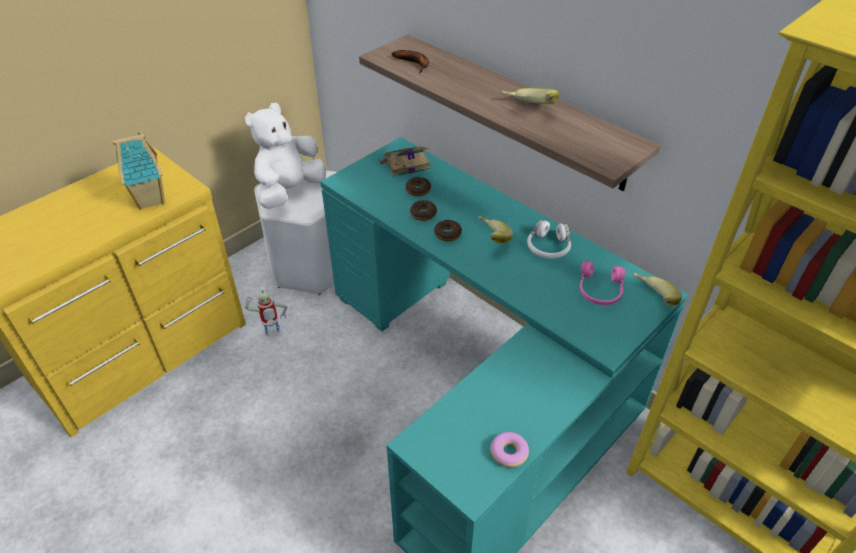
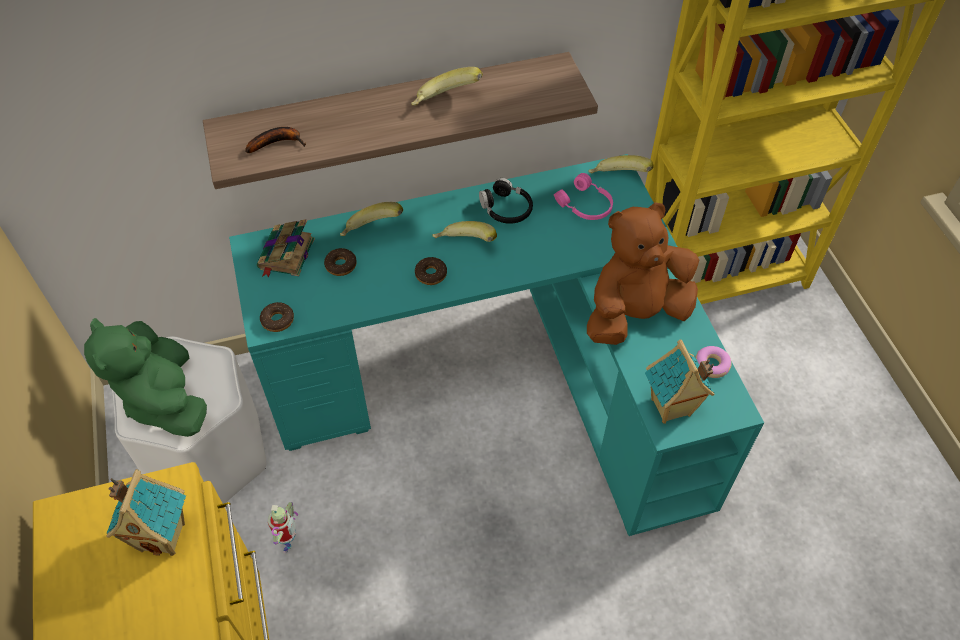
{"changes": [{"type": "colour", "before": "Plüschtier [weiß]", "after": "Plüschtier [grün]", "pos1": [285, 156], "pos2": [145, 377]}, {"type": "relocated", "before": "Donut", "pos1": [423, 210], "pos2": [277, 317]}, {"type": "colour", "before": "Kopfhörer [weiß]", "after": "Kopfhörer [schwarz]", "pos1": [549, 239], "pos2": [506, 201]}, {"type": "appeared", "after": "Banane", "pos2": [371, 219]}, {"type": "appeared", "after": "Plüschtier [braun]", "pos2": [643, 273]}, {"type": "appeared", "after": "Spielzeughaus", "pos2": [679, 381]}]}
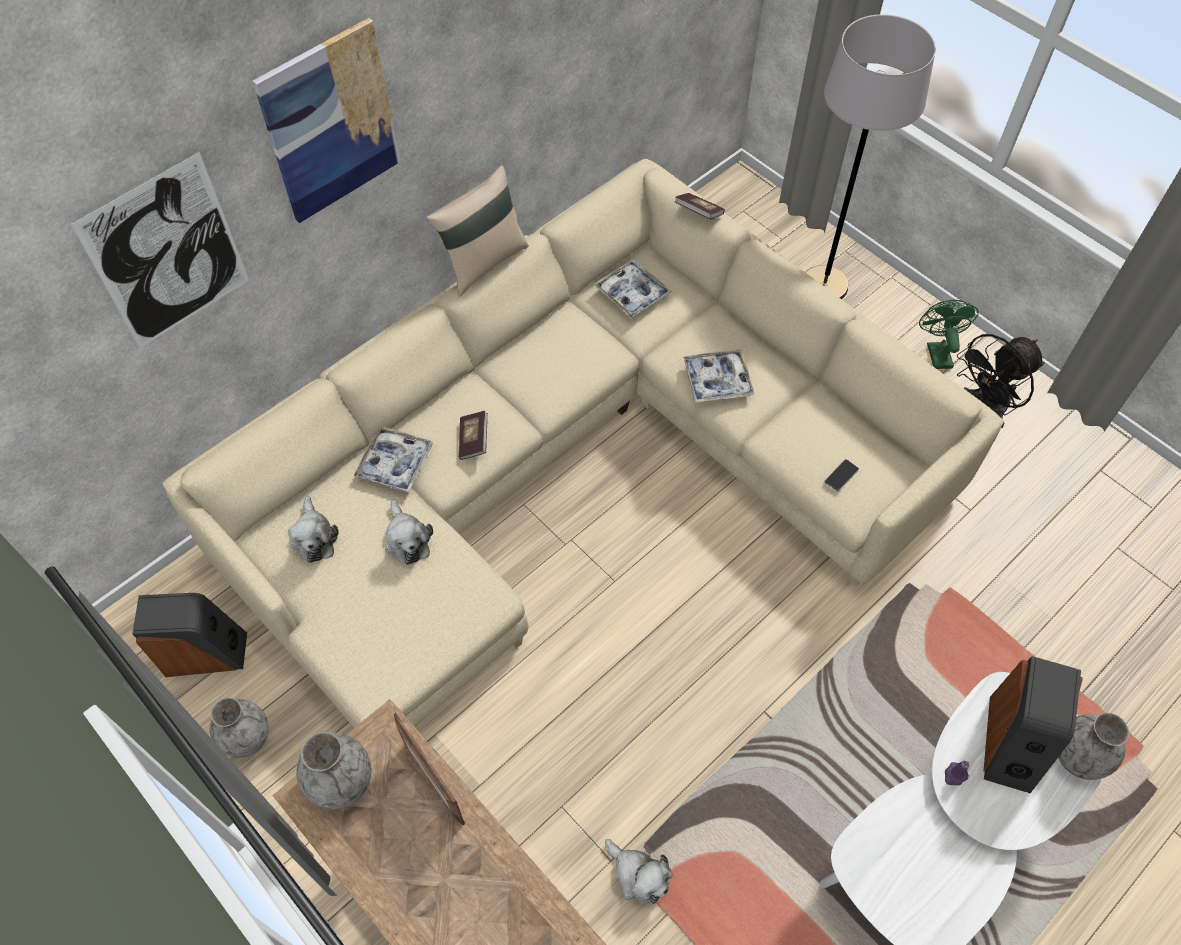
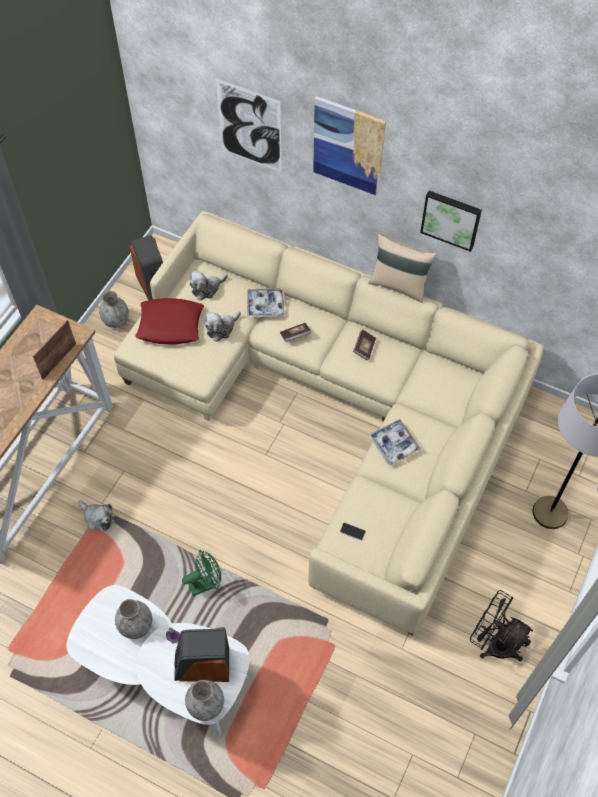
{"changes": [{"type": "relocated", "before": "Buch", "pos1": [699, 206], "pos2": [364, 344]}, {"type": "missing", "before": "Tablett", "pos1": [632, 289]}, {"type": "relocated", "before": "Ventilator [grün]", "pos1": [949, 334], "pos2": [202, 573]}, {"type": "relocated", "before": "Vase [grau]", "pos1": [333, 770], "pos2": [133, 619]}, {"type": "spun", "before": "Plüschtier", "pos1": [639, 871], "pos2": [97, 515], "turn": -75}, {"type": "appeared", "after": "Bild", "pos2": [451, 221]}, {"type": "appeared", "after": "Kissen [rot]", "pos2": [170, 321]}]}
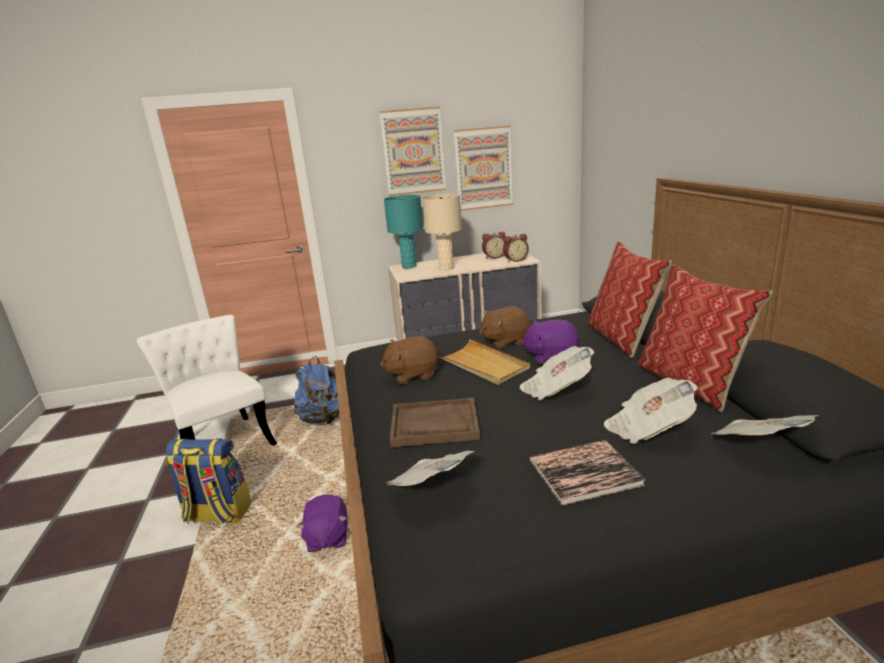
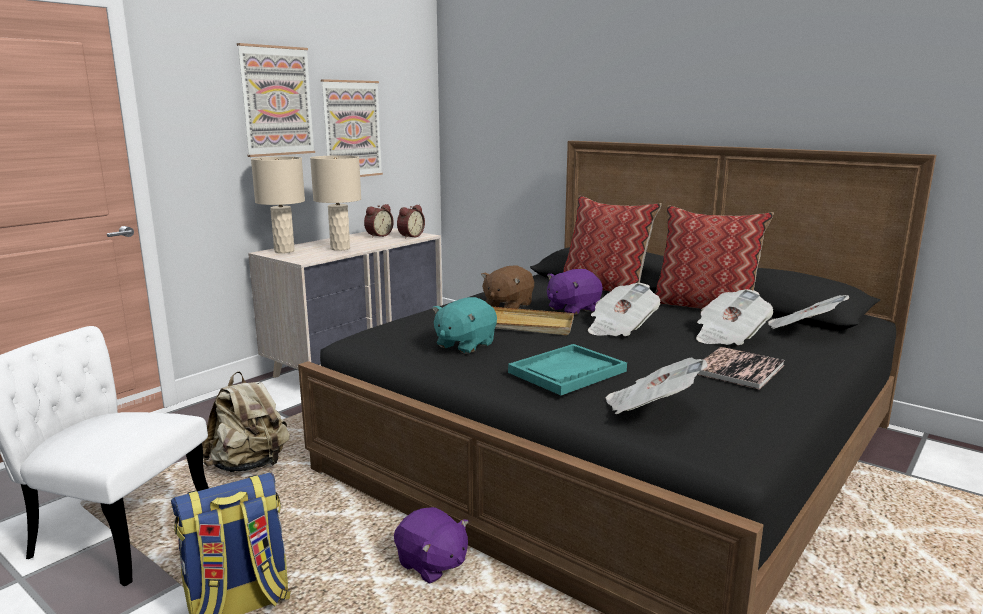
{"changes": [{"type": "colour", "before": "Tischlampe [türkis]", "after": "Tischlampe [beige]", "pos1": [403, 232], "pos2": [278, 204]}, {"type": "colour", "before": "Plüschtier [braun]", "after": "Plüschtier [türkis]", "pos1": [409, 360], "pos2": [464, 325]}, {"type": "colour", "before": "Rucksack [blau]", "after": "Rucksack [beige]", "pos1": [316, 390], "pos2": [246, 421]}, {"type": "colour", "before": "Tablett [braun]", "after": "Tablett [türkis]", "pos1": [435, 422], "pos2": [567, 369]}]}
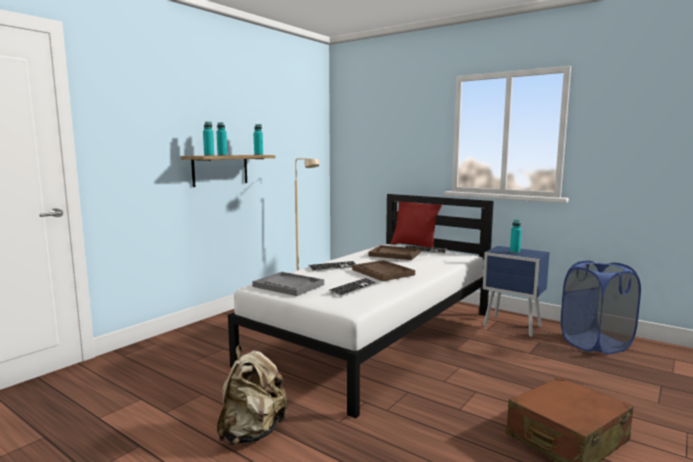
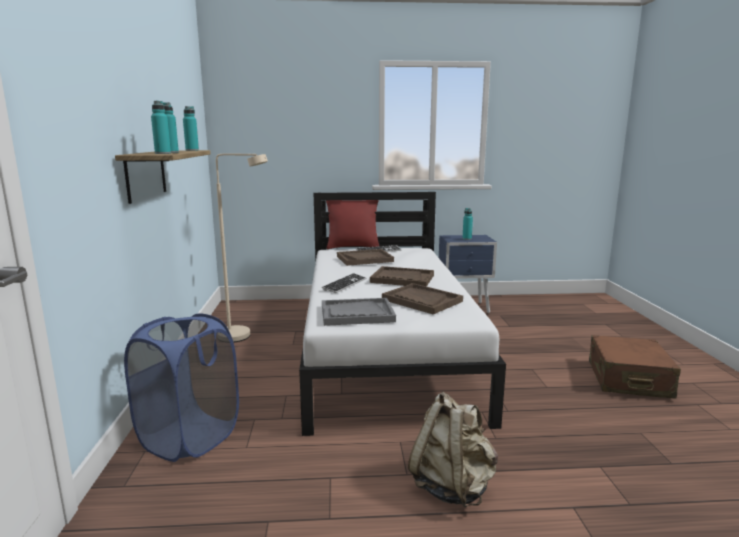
{"changes": [{"type": "relocated", "before": "Wäschekorb [blau]", "pos1": [601, 307], "pos2": [181, 387]}, {"type": "exchanged", "before": "Tastatur", "after": "Tablett [braun]", "pos1": [353, 287], "pos2": [422, 298]}]}
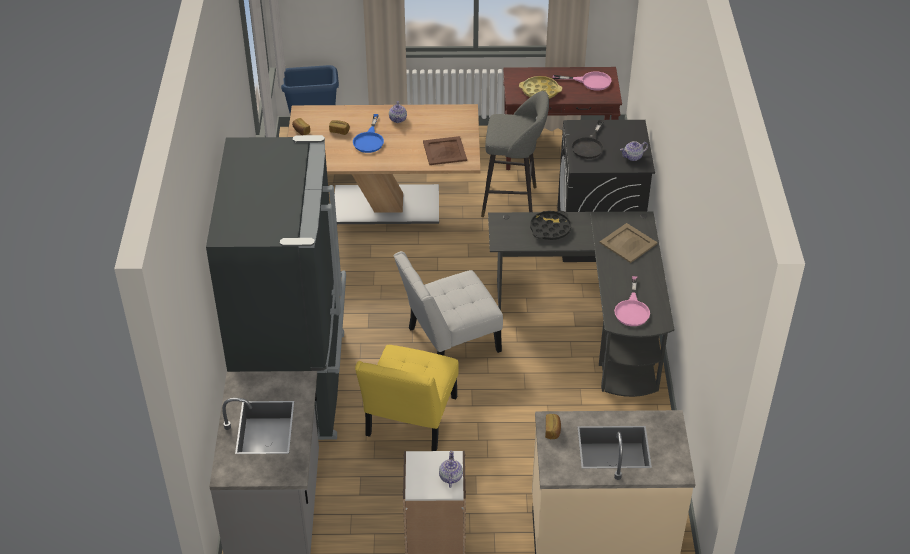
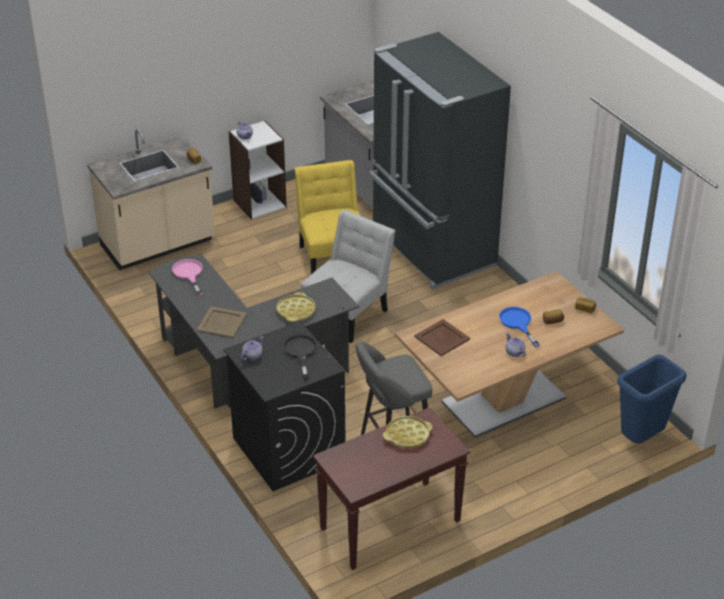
{"changes": [{"type": "missing", "before": "Pfanne [rosa]", "pos1": [582, 81]}, {"type": "colour", "before": "Tablett [schwarz]", "after": "Tablett [gelb]", "pos1": [550, 225], "pos2": [296, 307]}]}
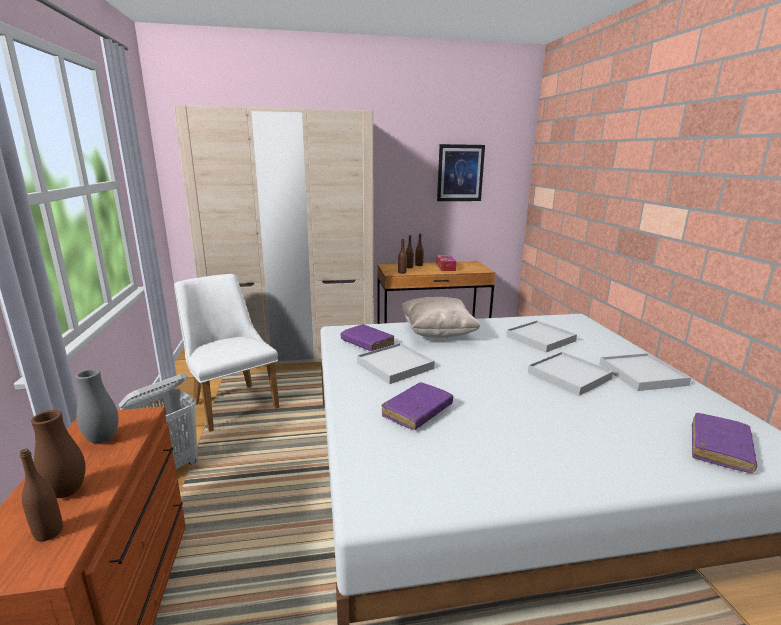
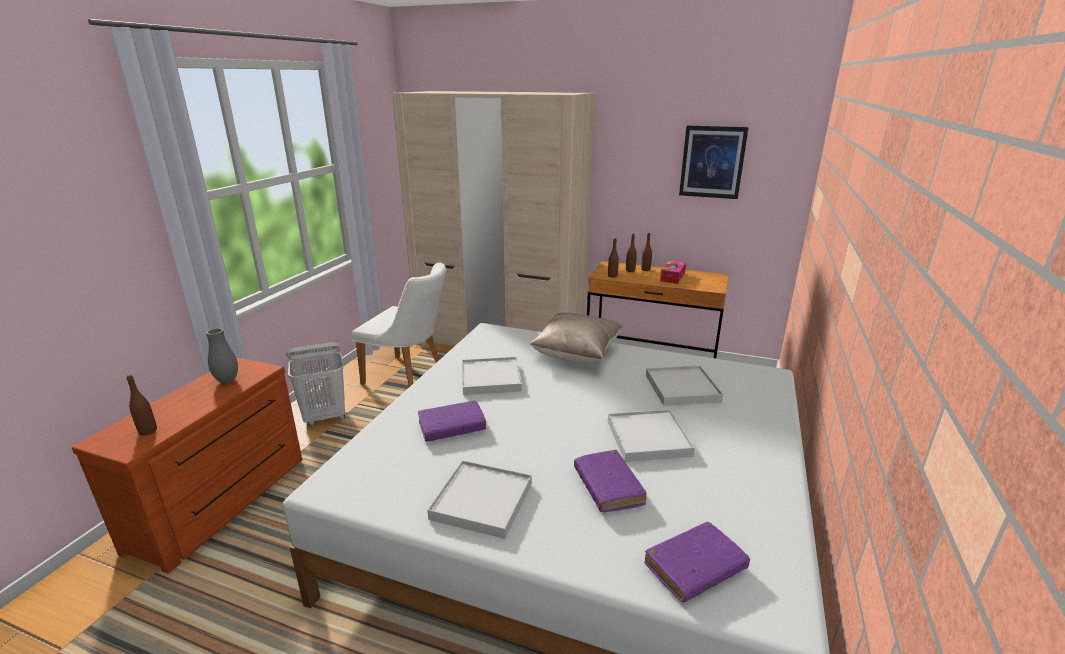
{"changes": [{"type": "spun", "before": "Stuhl [weiß]", "pos1": [226, 353], "pos2": [399, 325], "turn": 120}, {"type": "relocated", "before": "Buch [lila]", "pos1": [367, 337], "pos2": [610, 481]}, {"type": "relocated", "before": "Tablett [weiß]", "pos1": [645, 372], "pos2": [479, 499]}, {"type": "missing", "before": "Vase [braun]", "pos1": [58, 454]}]}
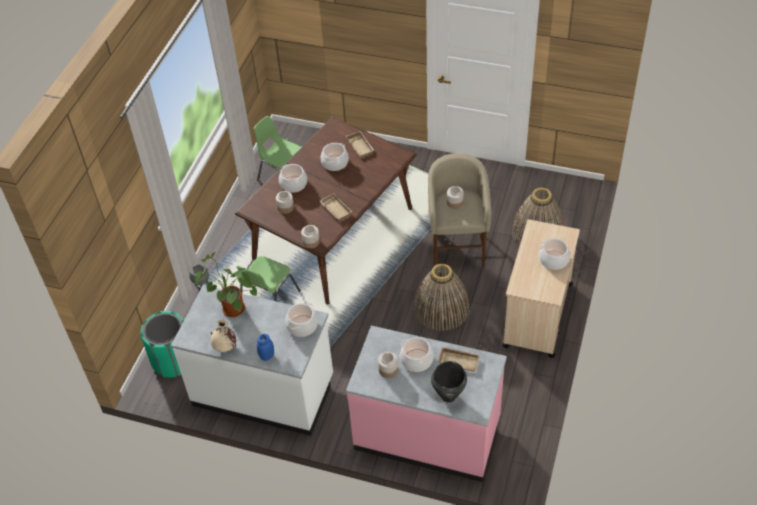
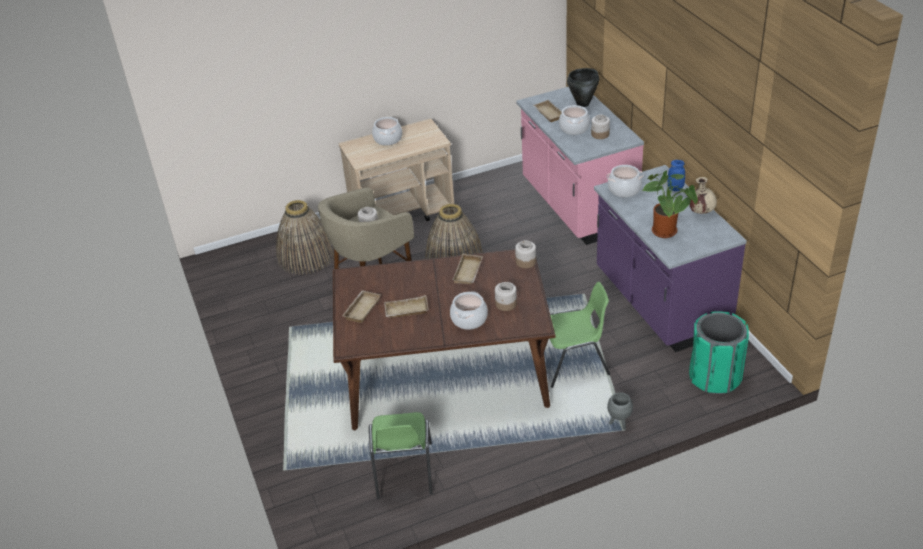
{"changes": [{"type": "exchanged", "before": "Kochtopf", "after": "Tablett [beige]", "pos1": [335, 157], "pos2": [406, 306]}, {"type": "colour", "before": "Küchenzeile [weiß]", "after": "Küchenzeile [lila]", "pos1": [252, 360], "pos2": [670, 258]}]}
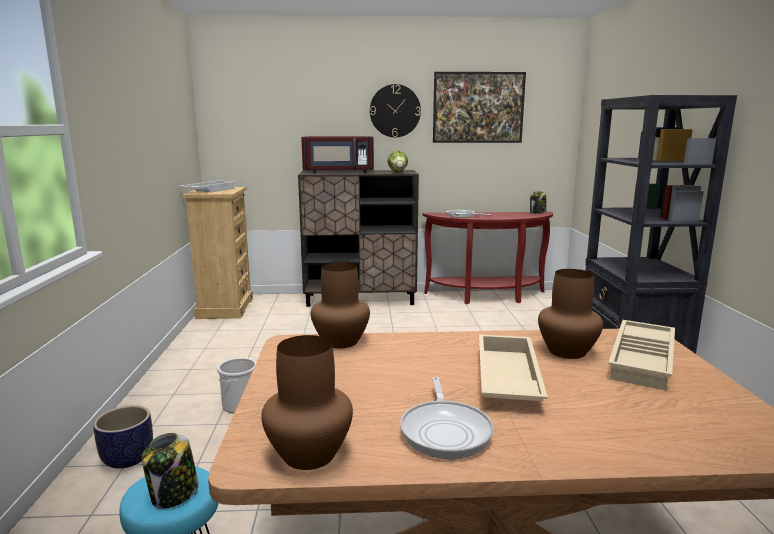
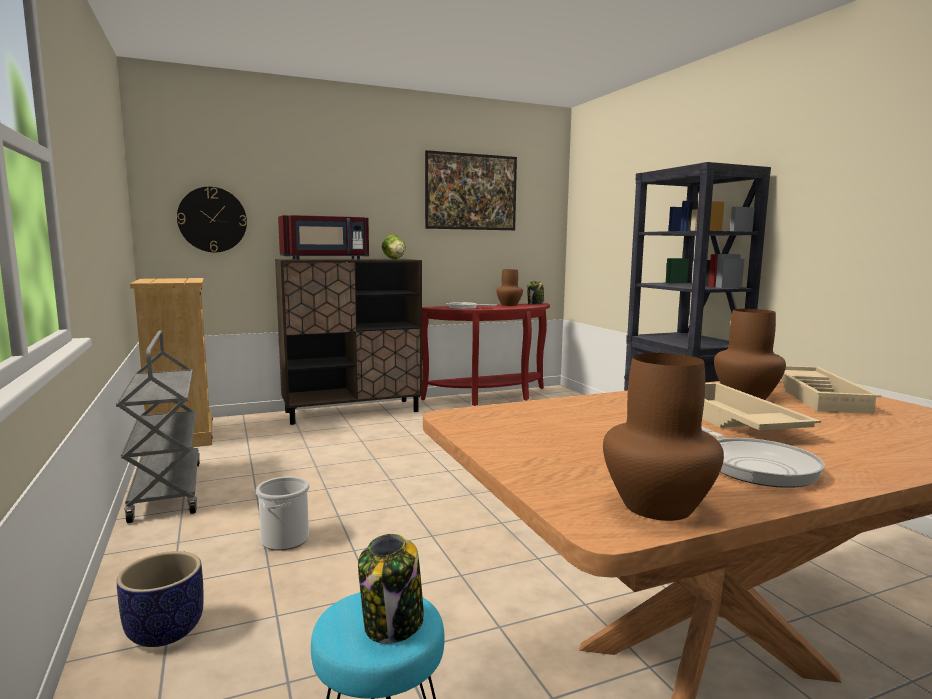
{"changes": [{"type": "relocated", "before": "Wanduhr", "pos1": [395, 110], "pos2": [212, 219]}, {"type": "missing", "before": "Tablett [weiß]", "pos1": [207, 187]}, {"type": "relocated", "before": "Vase [braun]", "pos1": [340, 305], "pos2": [509, 287]}, {"type": "appeared", "after": "Rollwagen [grau]", "pos2": [158, 426]}]}
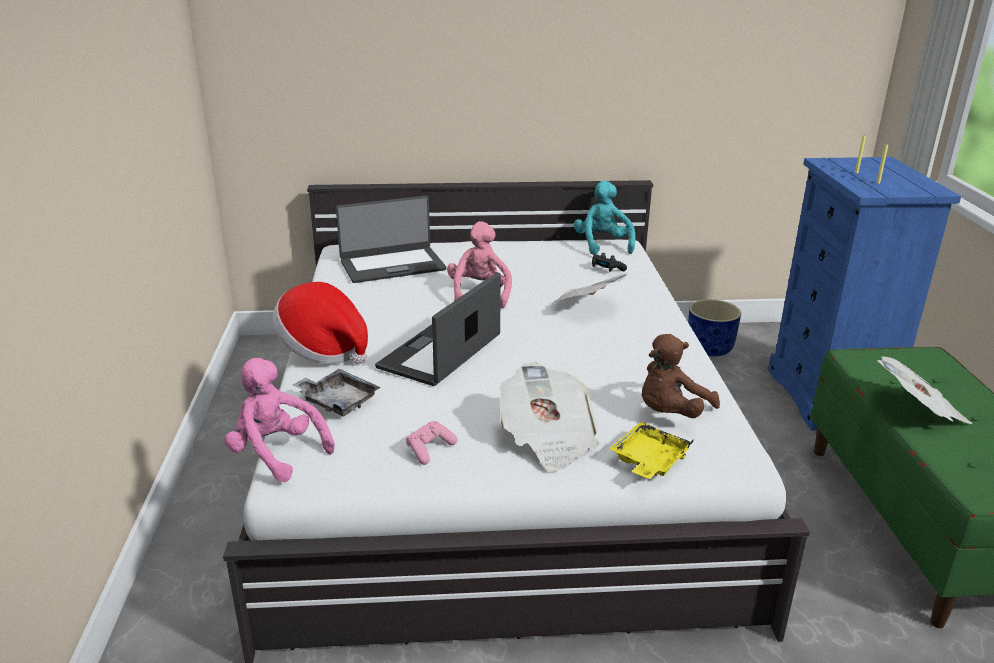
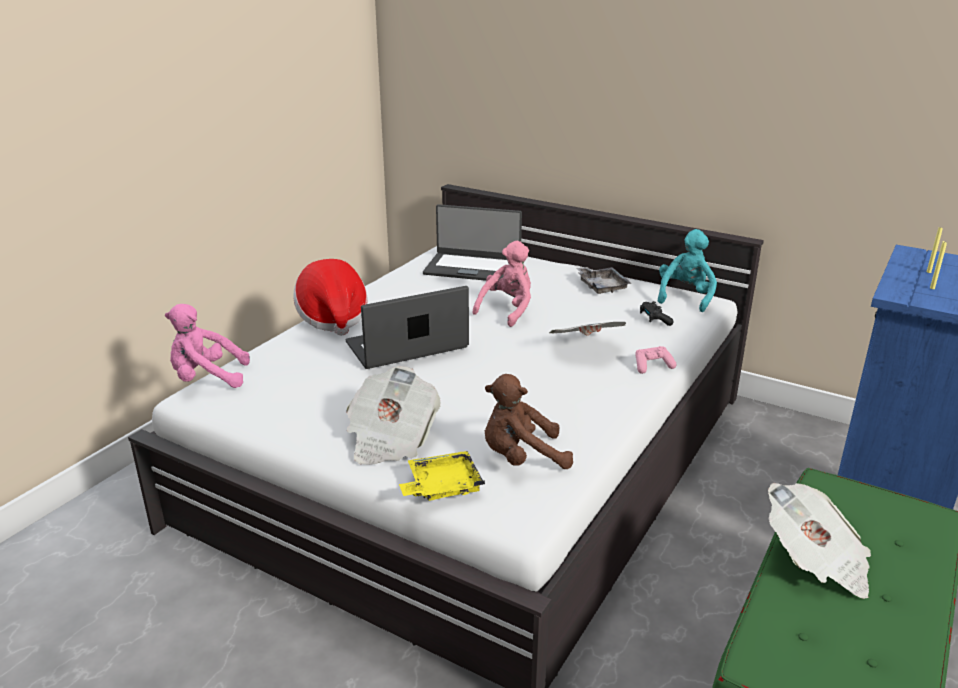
{"changes": [{"type": "missing", "before": "Pflanzkübel [blau]", "pos1": [714, 328]}, {"type": "spun", "before": "Plüschtier [rosa]", "pos1": [279, 420], "pos2": [207, 346], "turn": -75}, {"type": "relocated", "before": "Tablett [grau]", "pos1": [336, 393], "pos2": [603, 280]}, {"type": "relocated", "before": "Gamepad [rosa]", "pos1": [431, 443], "pos2": [656, 360]}]}
